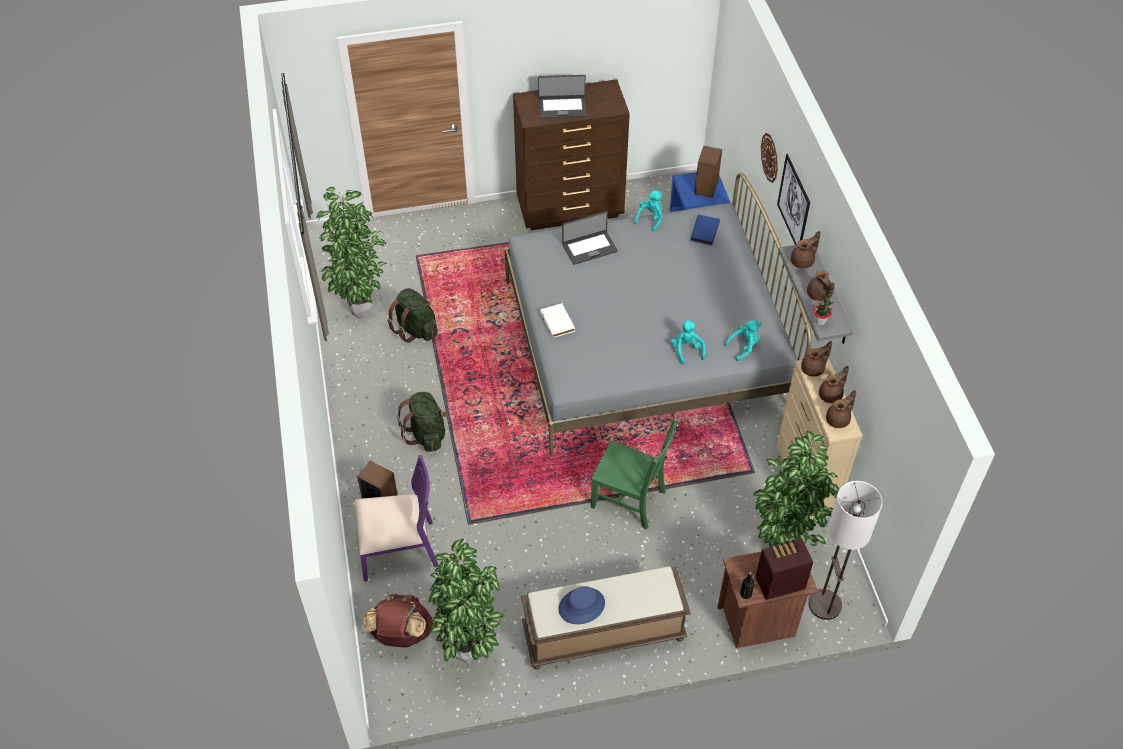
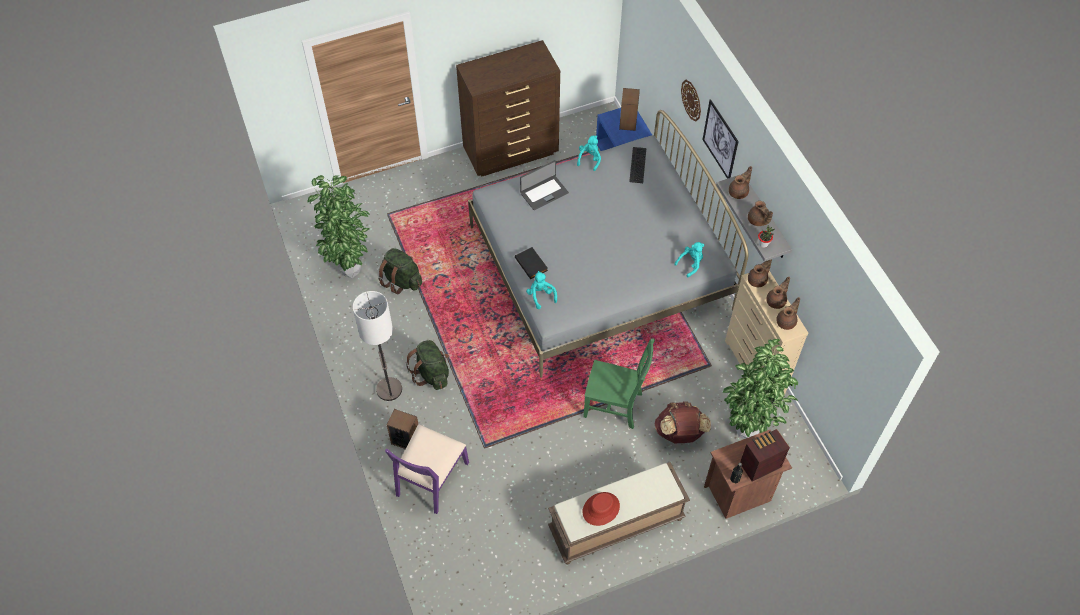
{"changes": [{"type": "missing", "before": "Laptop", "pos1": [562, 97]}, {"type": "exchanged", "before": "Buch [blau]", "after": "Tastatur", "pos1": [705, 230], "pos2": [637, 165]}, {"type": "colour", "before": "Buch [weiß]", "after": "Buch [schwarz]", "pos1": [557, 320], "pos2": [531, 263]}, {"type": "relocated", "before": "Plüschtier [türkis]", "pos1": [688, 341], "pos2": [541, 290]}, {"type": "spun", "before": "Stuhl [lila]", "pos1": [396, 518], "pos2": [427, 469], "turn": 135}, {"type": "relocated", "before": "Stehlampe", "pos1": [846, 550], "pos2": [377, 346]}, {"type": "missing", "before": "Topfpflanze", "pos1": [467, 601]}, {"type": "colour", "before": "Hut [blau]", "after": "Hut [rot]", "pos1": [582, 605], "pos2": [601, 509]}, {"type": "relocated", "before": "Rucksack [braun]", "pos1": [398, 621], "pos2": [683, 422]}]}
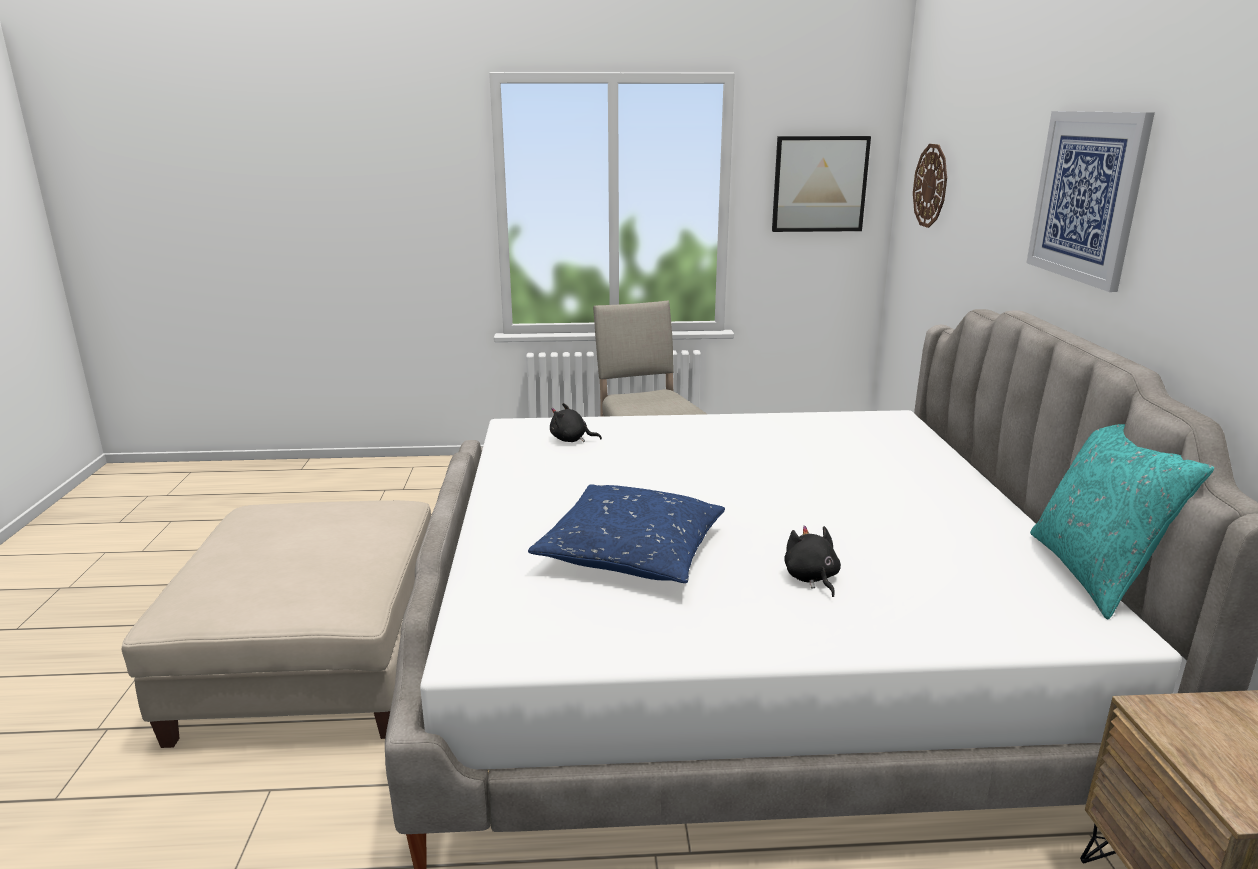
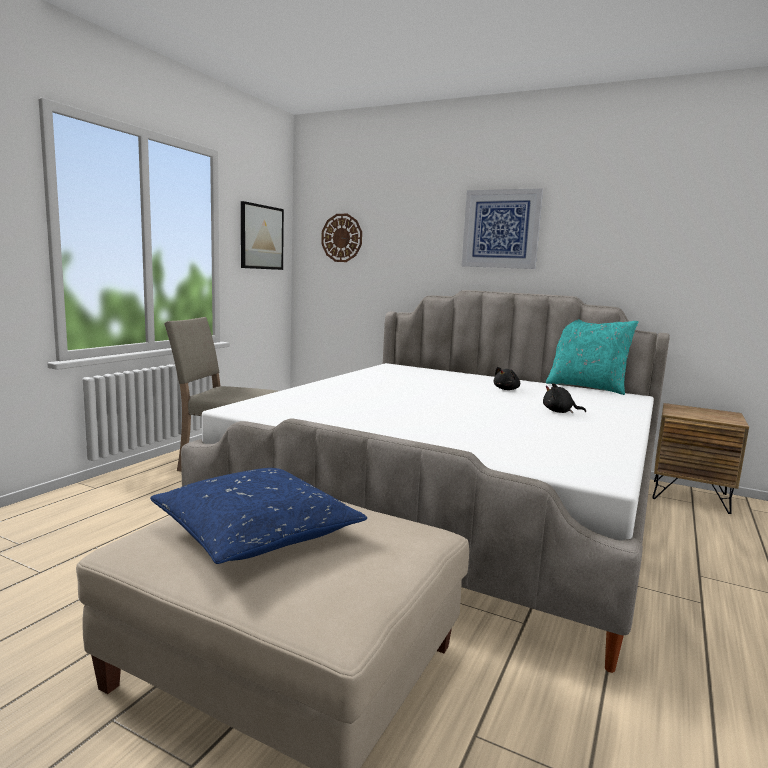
{"changes": [{"type": "relocated", "before": "Plüschtier [schwarz]", "pos1": [576, 422], "pos2": [506, 378]}, {"type": "relocated", "before": "Kissen [blau]", "pos1": [626, 533], "pos2": [258, 516]}]}
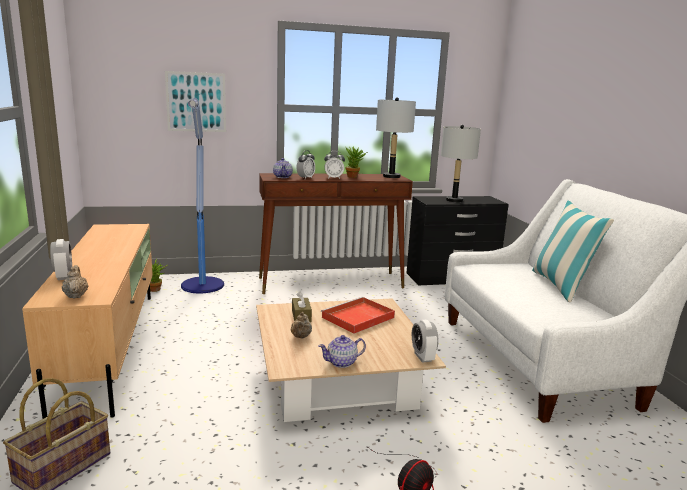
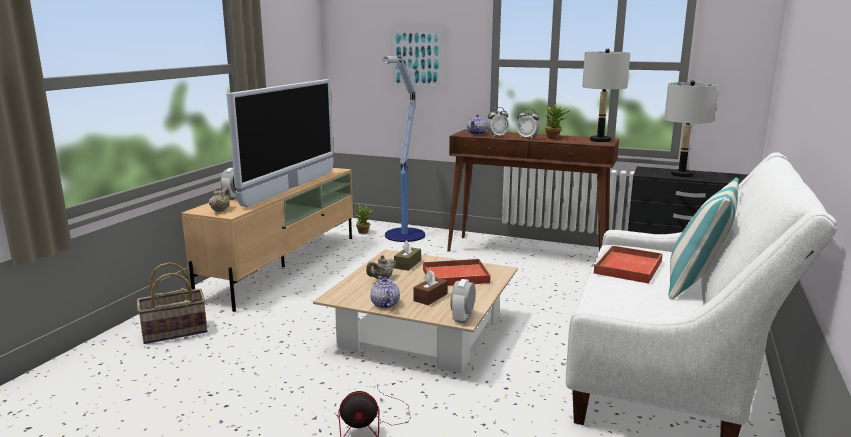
{"changes": [{"type": "spun", "before": "Teekanne", "pos1": [342, 351], "pos2": [385, 292], "turn": 60}, {"type": "appeared", "after": "Fernseher", "pos2": [280, 143]}, {"type": "appeared", "after": "Tablett [rot]", "pos2": [627, 264]}, {"type": "appeared", "after": "Taschentuchbox [braun]", "pos2": [430, 287]}]}
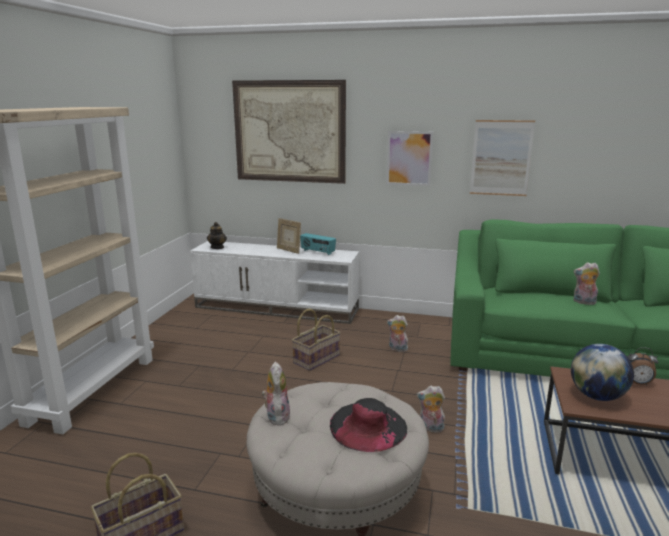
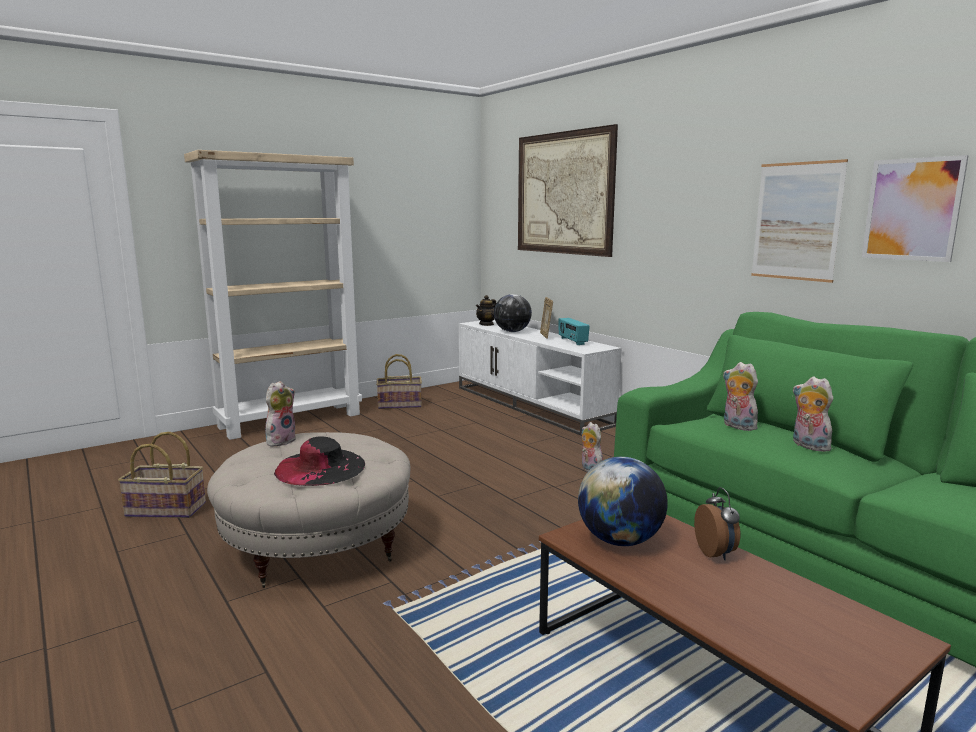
{"changes": [{"type": "relocated", "before": "Bild", "pos1": [409, 158], "pos2": [915, 208]}, {"type": "relocated", "before": "Korb", "pos1": [316, 340], "pos2": [399, 381]}, {"type": "spun", "before": "Wecker", "pos1": [643, 366], "pos2": [717, 523], "turn": -150}, {"type": "relocated", "before": "Plüschtier", "pos1": [431, 409], "pos2": [740, 396]}, {"type": "appeared", "after": "Globus", "pos2": [513, 313]}]}
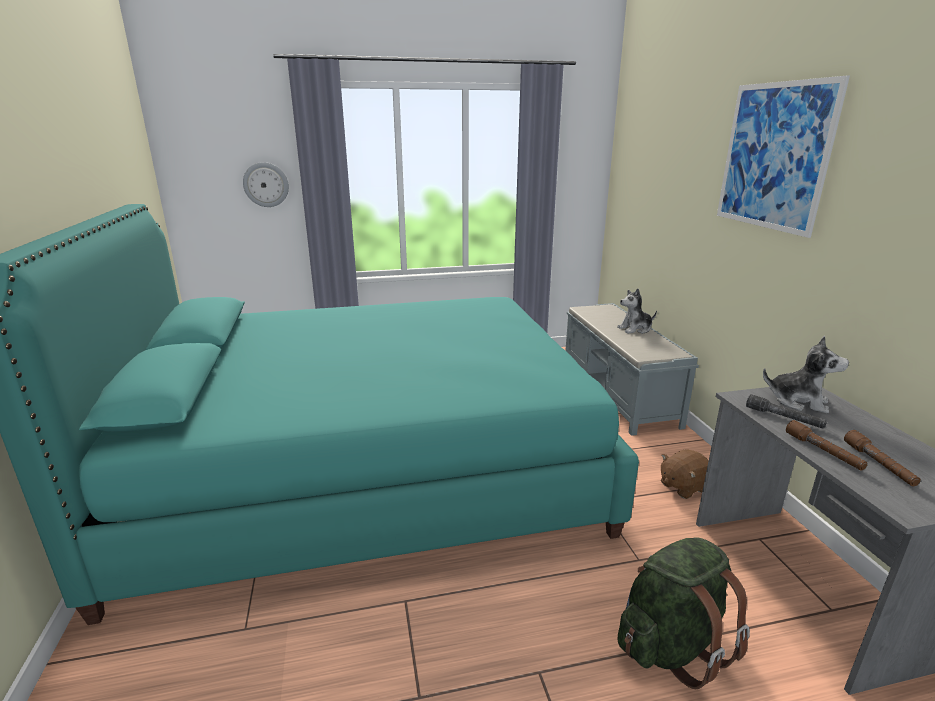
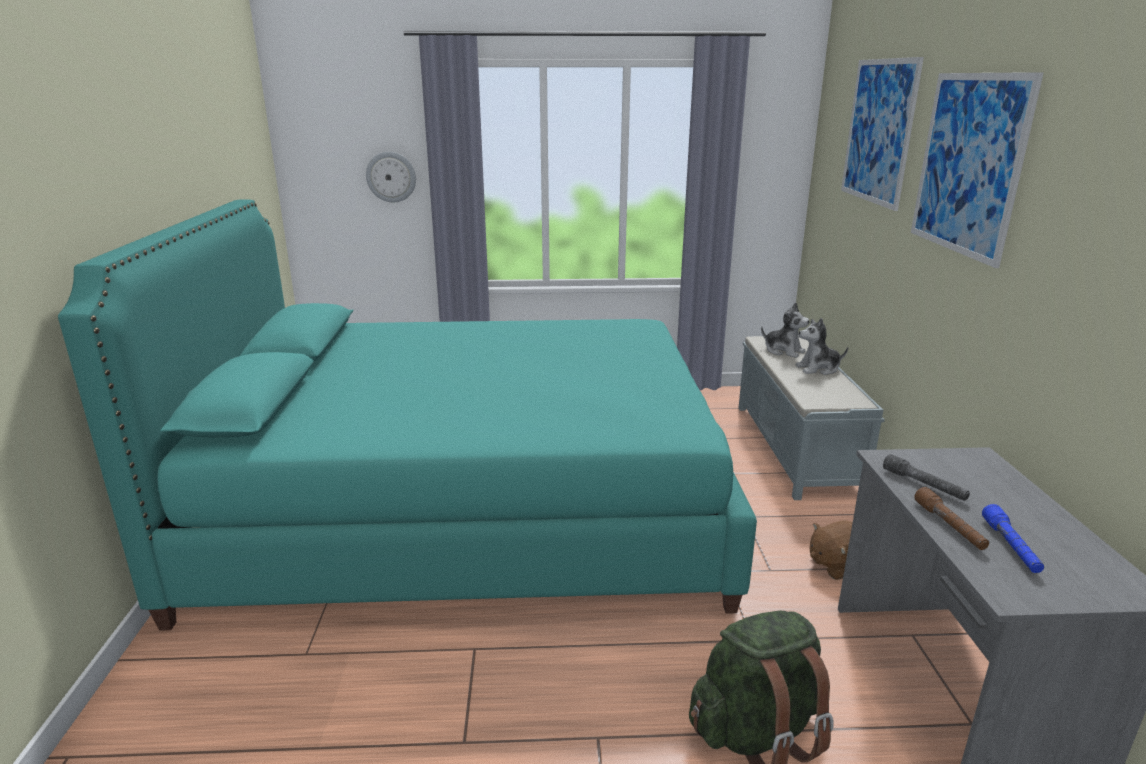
{"changes": [{"type": "relocated", "before": "Plüschtier", "pos1": [806, 374], "pos2": [785, 330]}, {"type": "colour", "before": "Taschenlampe [braun]", "after": "Taschenlampe [blau]", "pos1": [882, 458], "pos2": [1013, 538]}, {"type": "appeared", "after": "Bild", "pos2": [882, 134]}]}
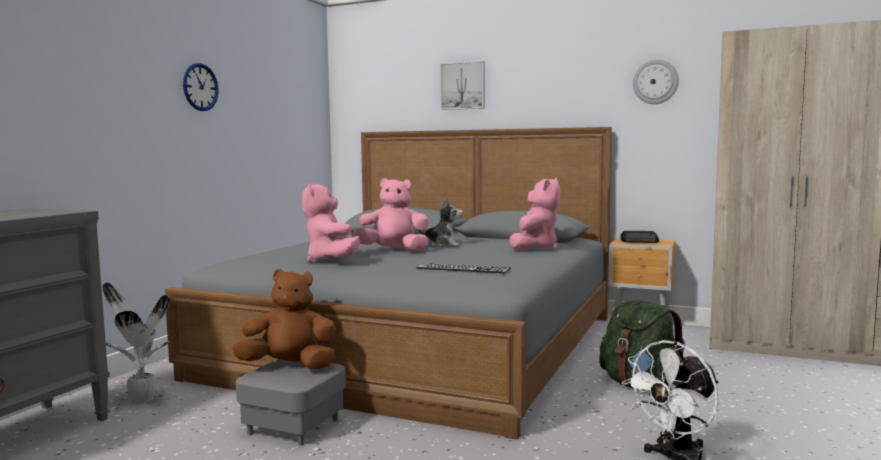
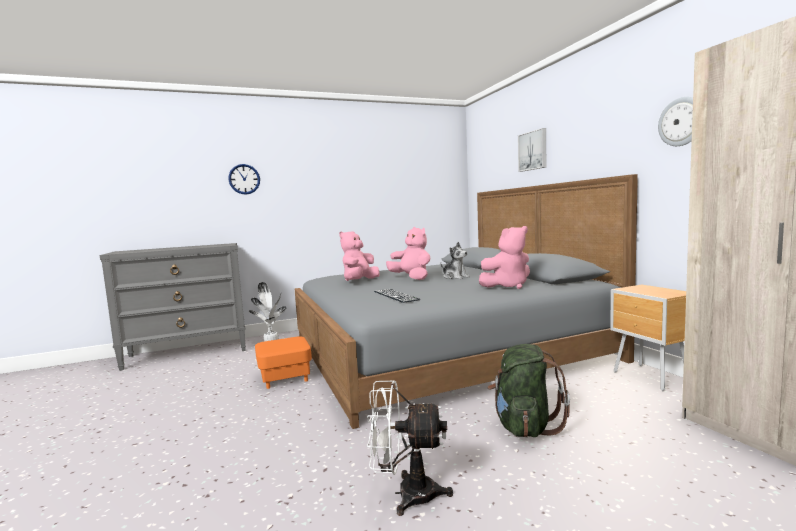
{"changes": [{"type": "relocated", "before": "Wanduhr", "pos1": [201, 87], "pos2": [244, 179]}, {"type": "missing", "before": "Radio", "pos1": [639, 237]}, {"type": "missing", "before": "Plüschtier [braun]", "pos1": [284, 319]}, {"type": "colour", "before": "Polsterhocker [grau]", "after": "Polsterhocker [orange]", "pos1": [291, 402], "pos2": [283, 362]}]}
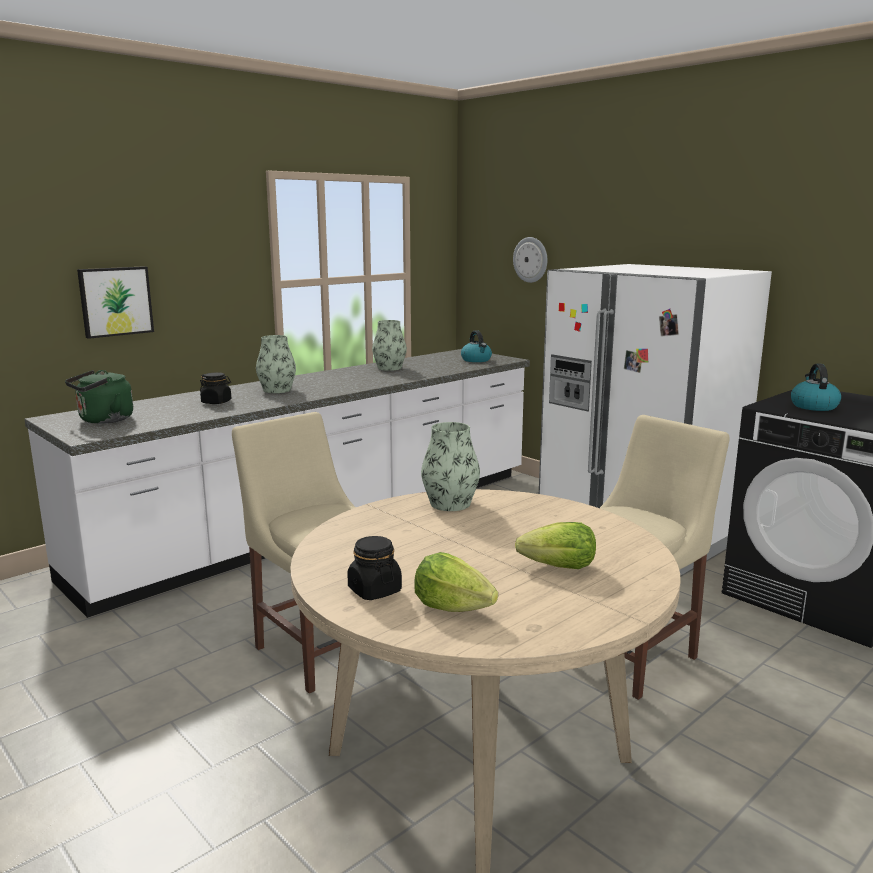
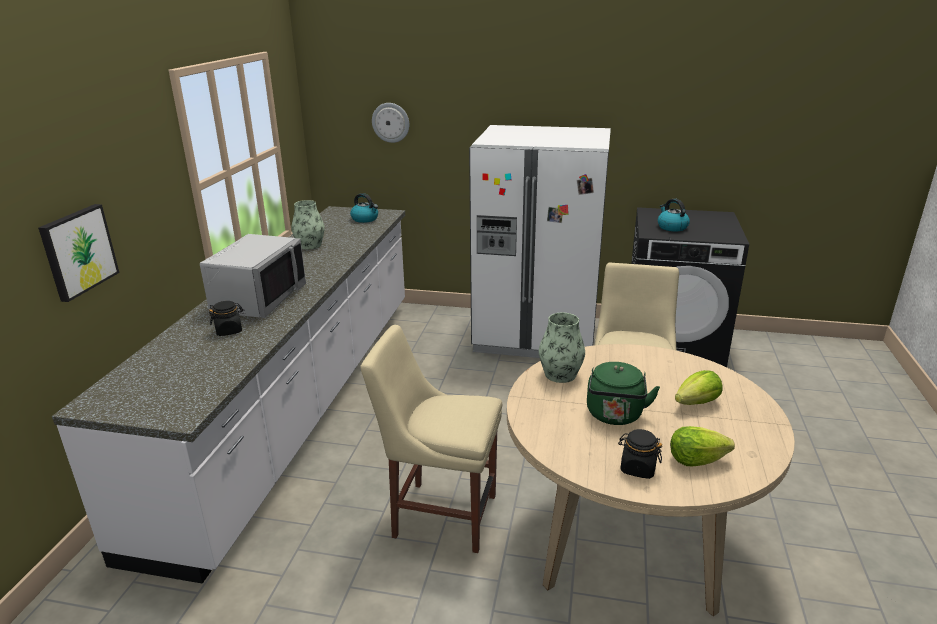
{"changes": [{"type": "exchanged", "before": "Vase", "after": "Mikrowelle [grau]", "pos1": [276, 364], "pos2": [253, 276]}, {"type": "relocated", "before": "Wasserkessel [grün]", "pos1": [99, 397], "pos2": [623, 393]}]}
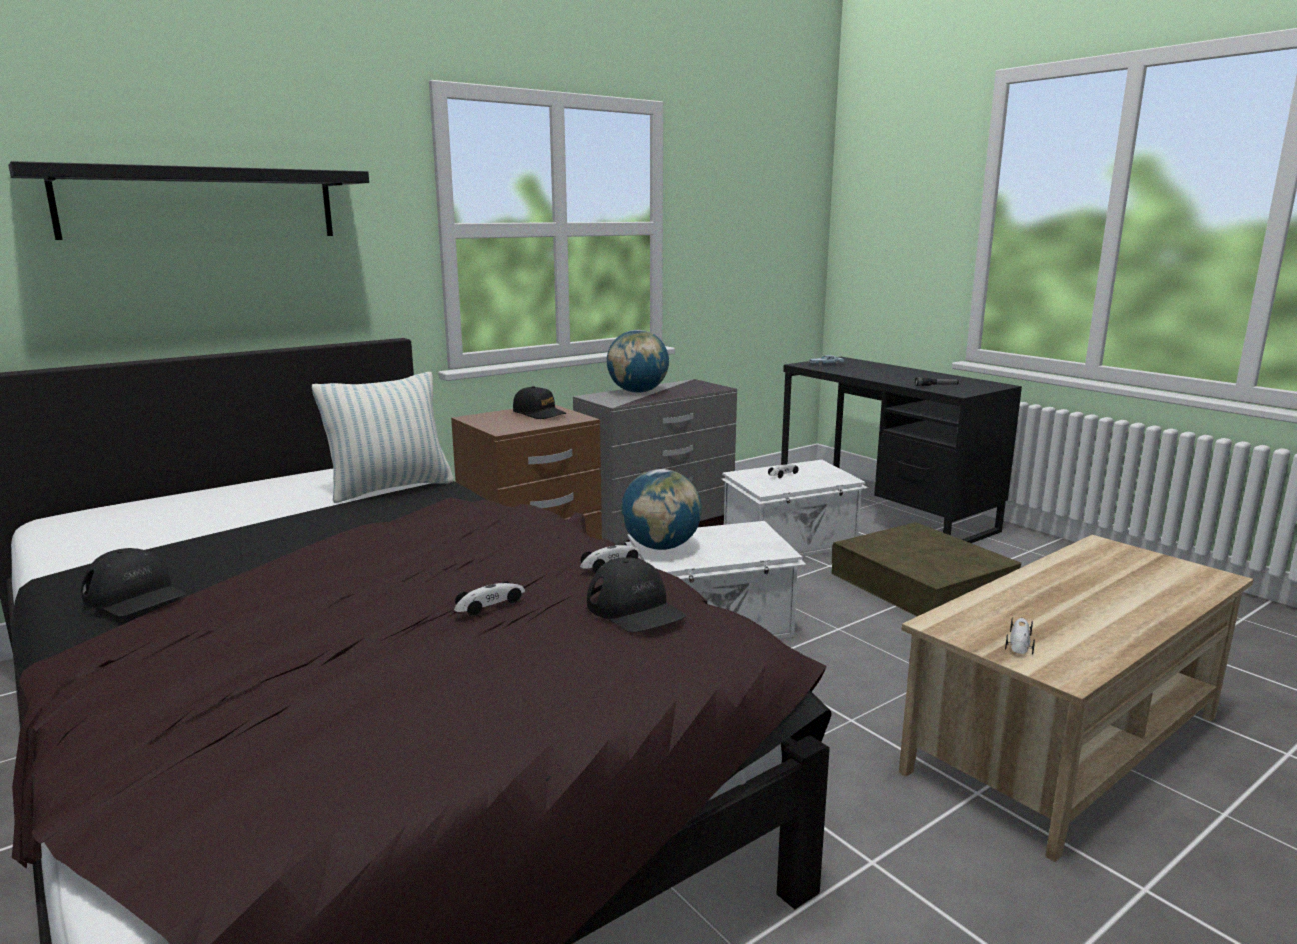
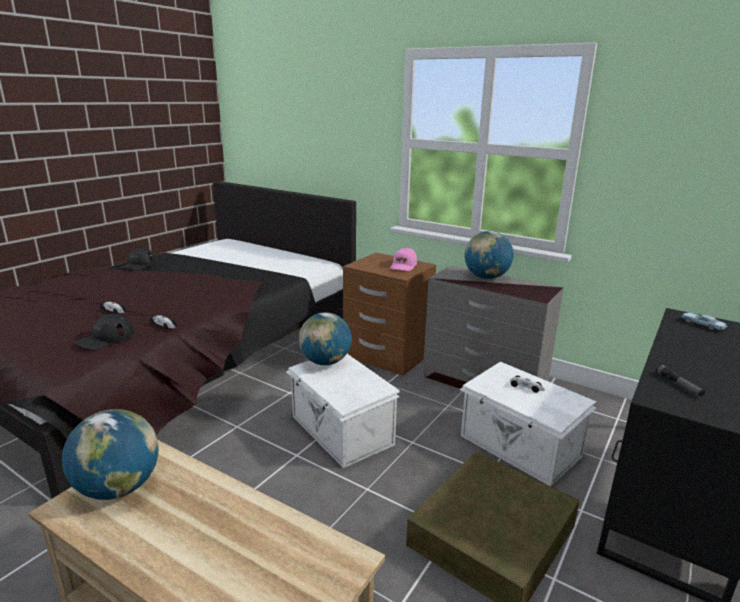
{"changes": [{"type": "missing", "before": "Wandregal [schwarz]", "pos1": [188, 200]}, {"type": "missing", "before": "Kissen", "pos1": [383, 437]}, {"type": "colour", "before": "Kappe [schwarz]", "after": "Kappe [rosa]", "pos1": [539, 402], "pos2": [403, 259]}, {"type": "exchanged", "before": "Spielzeugauto", "after": "Globus", "pos1": [1020, 636], "pos2": [110, 454]}]}
